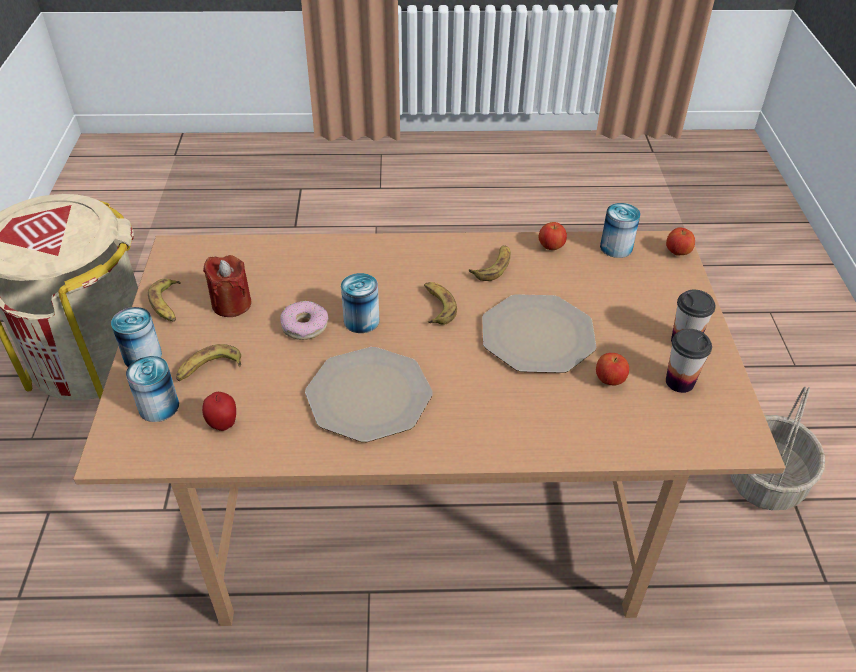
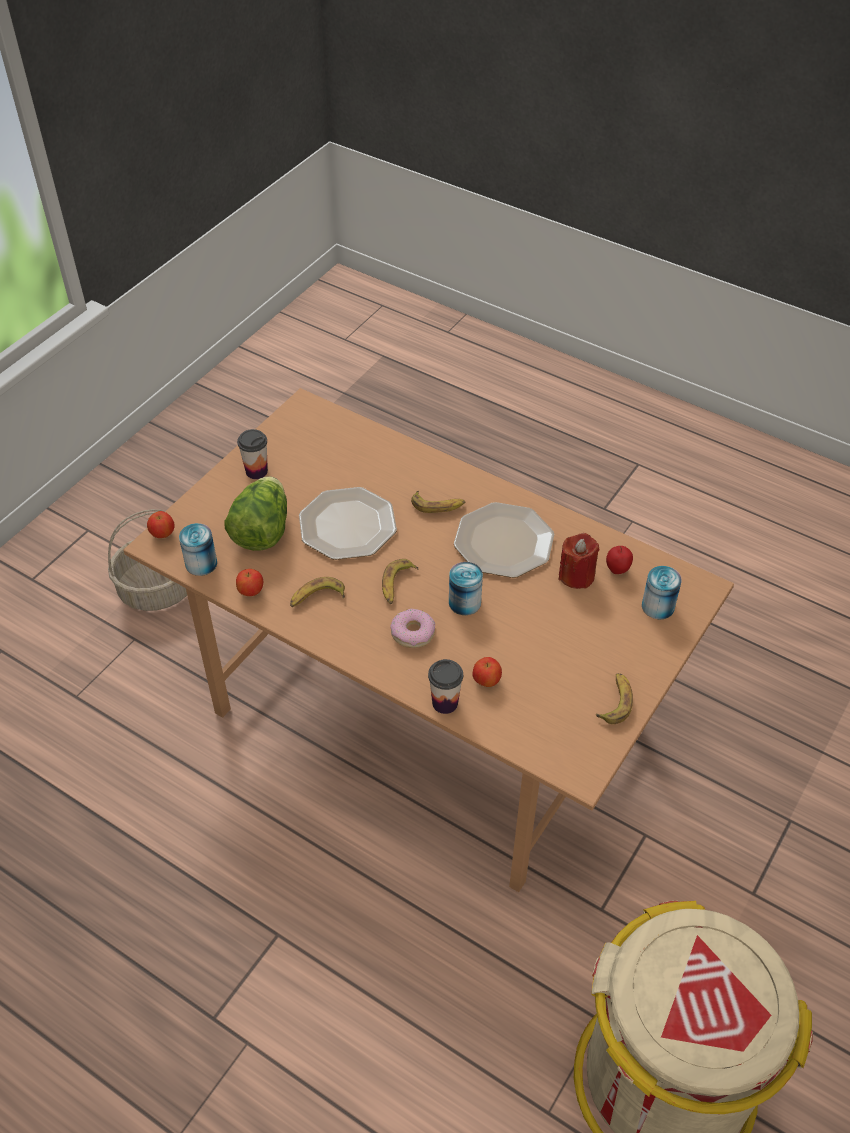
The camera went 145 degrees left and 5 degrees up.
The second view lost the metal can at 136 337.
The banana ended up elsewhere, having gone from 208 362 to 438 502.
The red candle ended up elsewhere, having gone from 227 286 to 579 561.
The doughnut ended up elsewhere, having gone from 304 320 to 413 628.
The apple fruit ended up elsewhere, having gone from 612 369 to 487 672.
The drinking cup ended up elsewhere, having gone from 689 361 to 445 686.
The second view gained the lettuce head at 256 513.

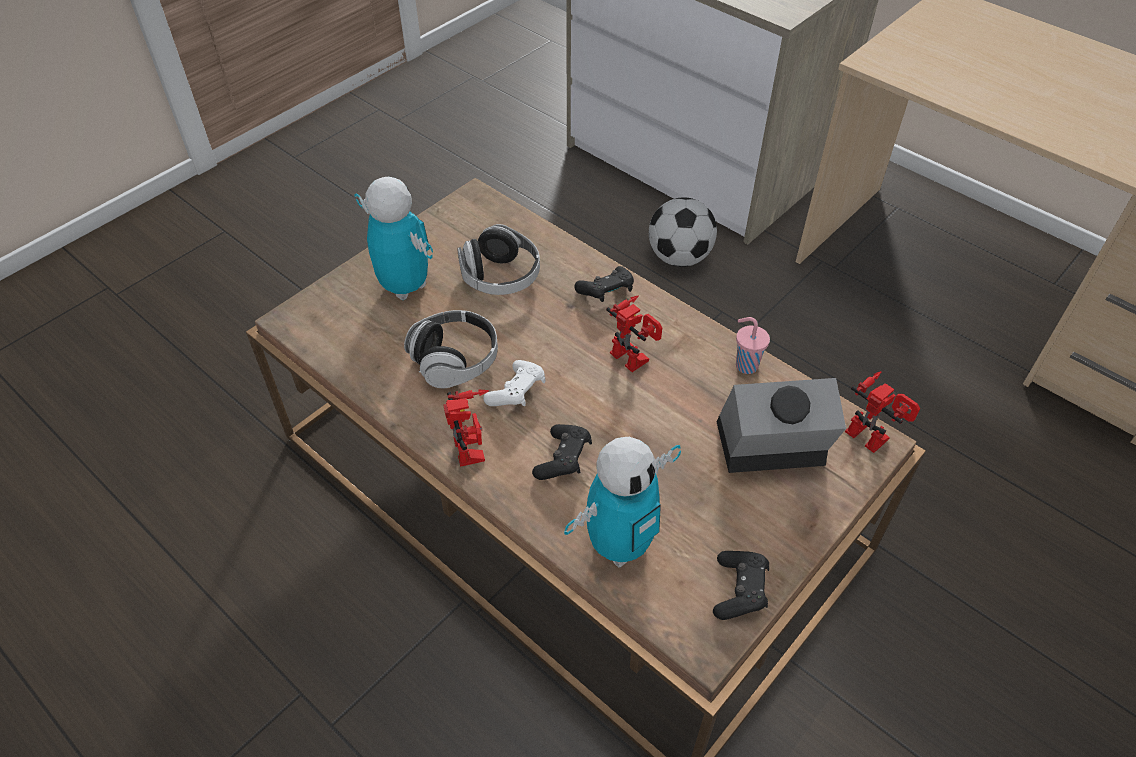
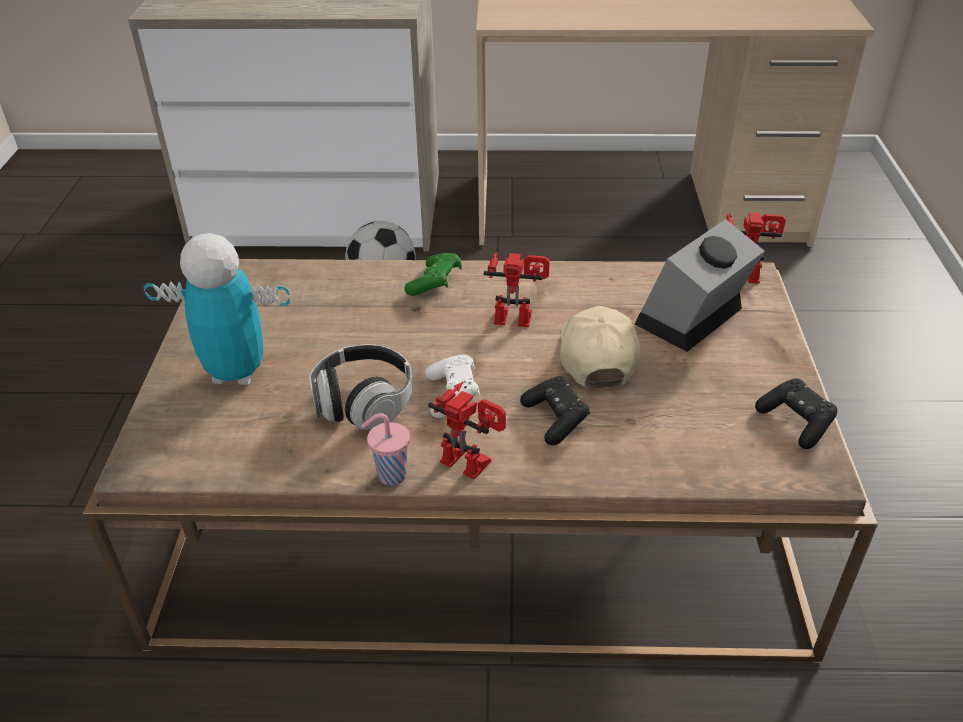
The camera went 40 degrees left and 10 degrees down.
The second view lost the headset at 498 259.
The second view lost the toy robot at 622 502.
What was the black gamepad at 604 284 turned into the green gamepad at 433 274.
The pink-coloured drinking cup ended up elsewhere, having gone from 753 345 to 385 449.
The second view gained the sand-coloured cap at 600 347.

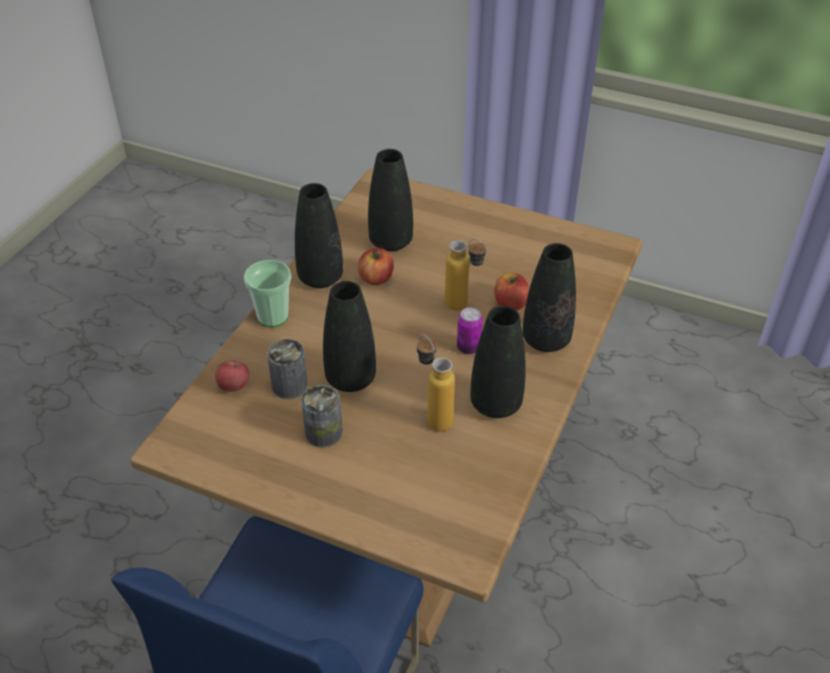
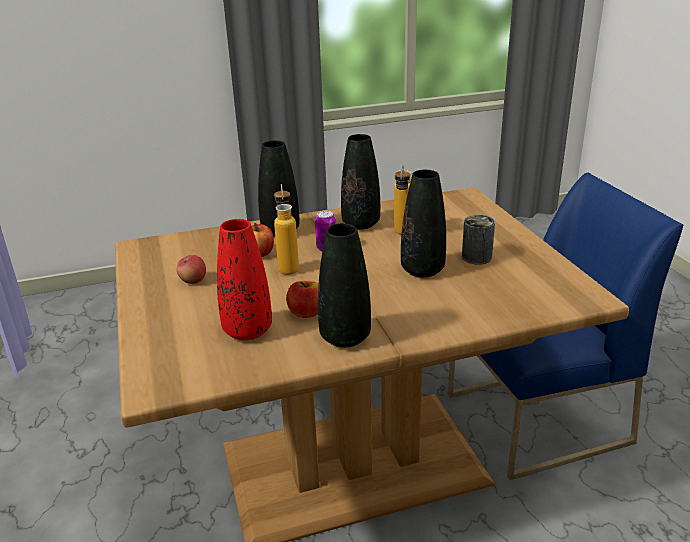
The camera went 130 degrees left and 15 degrees down.
The apple fruit ended up elsewhere, having gone from 232 376 to 191 269.
The second view lost the drinking cup at 267 293.
The second view lost the metal can at 287 369.
What was the black vase at 390 200 turned into the red vase at 244 279.

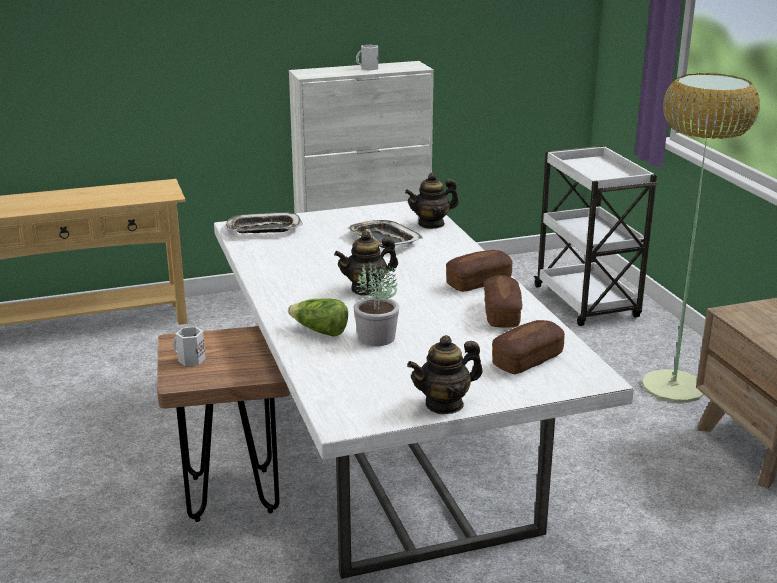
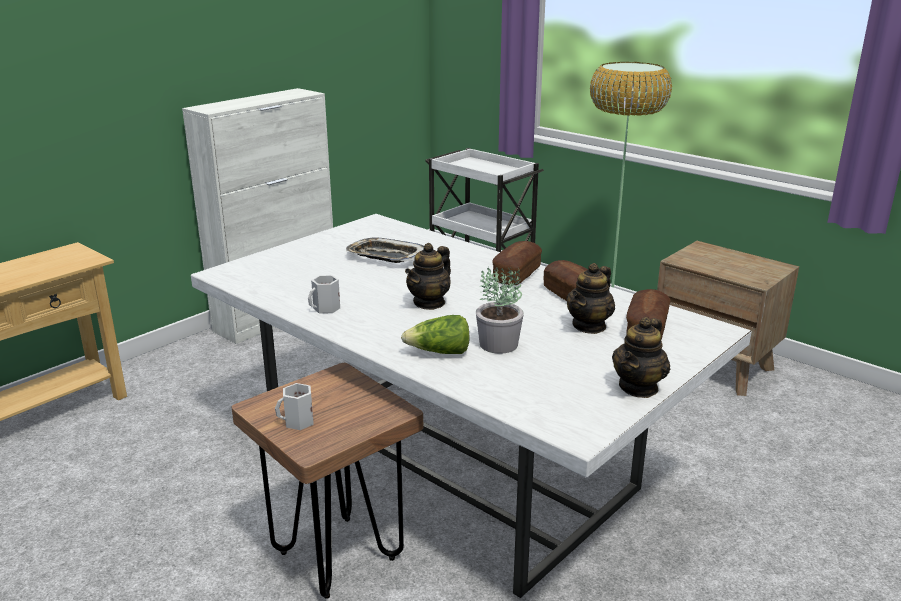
The camera went 30 degrees left and 0 degrees up.
The second view lost the tray at 264 222.
The whitish mug ended up elsewhere, having gone from 367 57 to 324 294.
The teapot ended up elsewhere, having gone from 432 201 to 590 298.

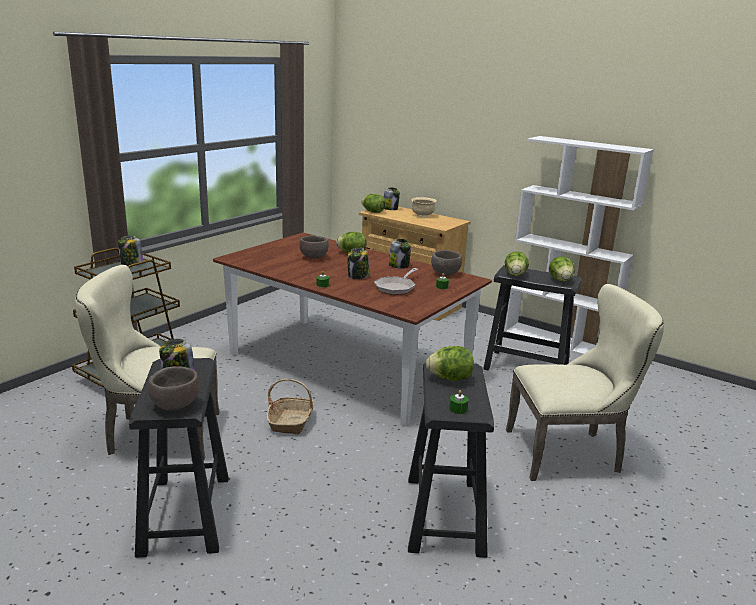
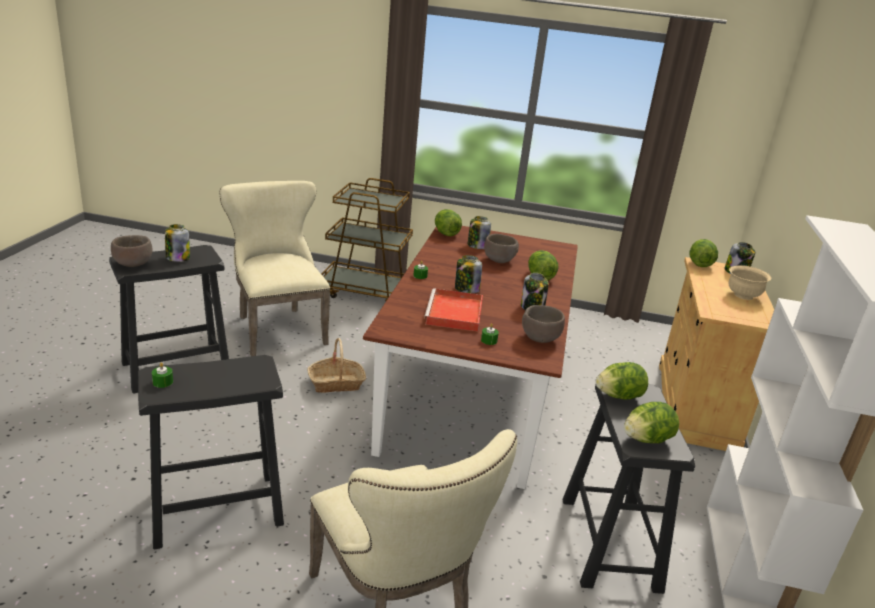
The camera went 65 degrees right and 5 degrees up.
The storage jar ended up elsewhere, having gone from 130 251 to 479 232.
Where the frying pan stood at 396 281, the red tray came to stand at 453 310.
The lettuce head ended up elsewhere, having gone from 450 363 to 448 222.

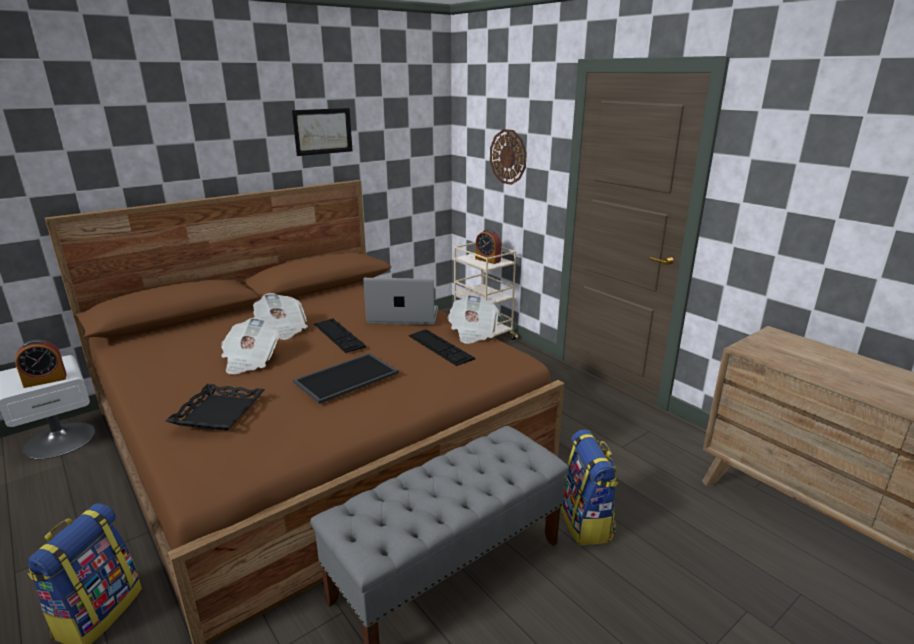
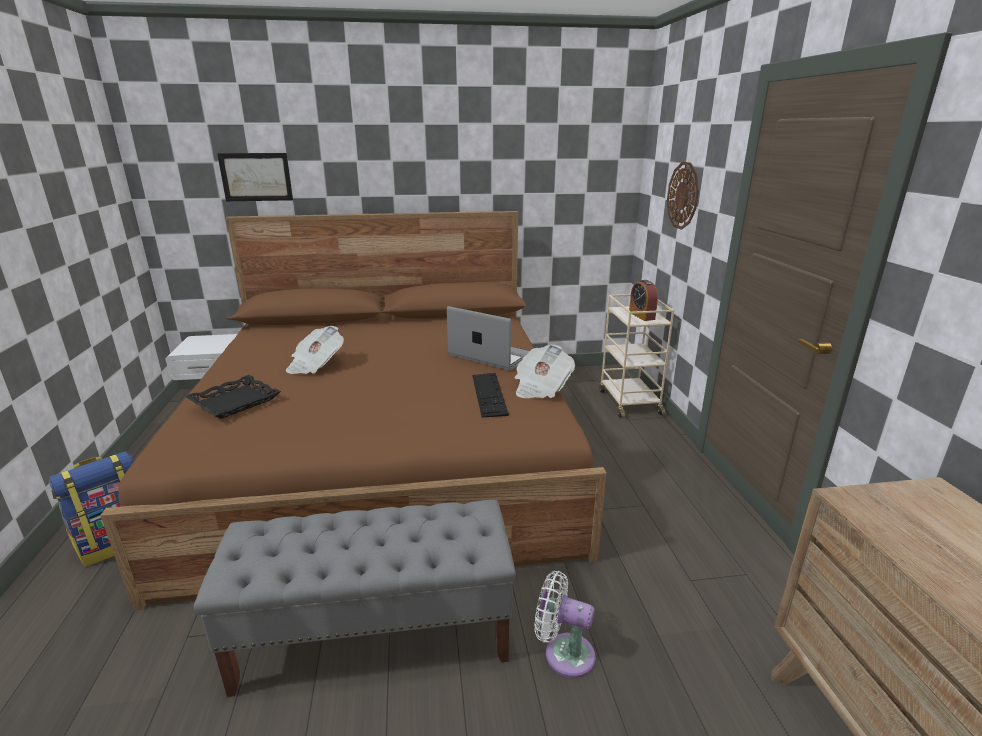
The camera went 30 degrees right and 0 degrees up.
The second view lost the bedside clock at 41 364.
The second view lost the daily paper at 280 316.
The picture ended up elsewhere, having gone from 322 132 to 255 177.
The second view lost the tray at 346 378.
The second view lost the PC keyboard at 340 335.
Where the backpack stood at 590 487, the whitish electric fan came to stand at 564 624.

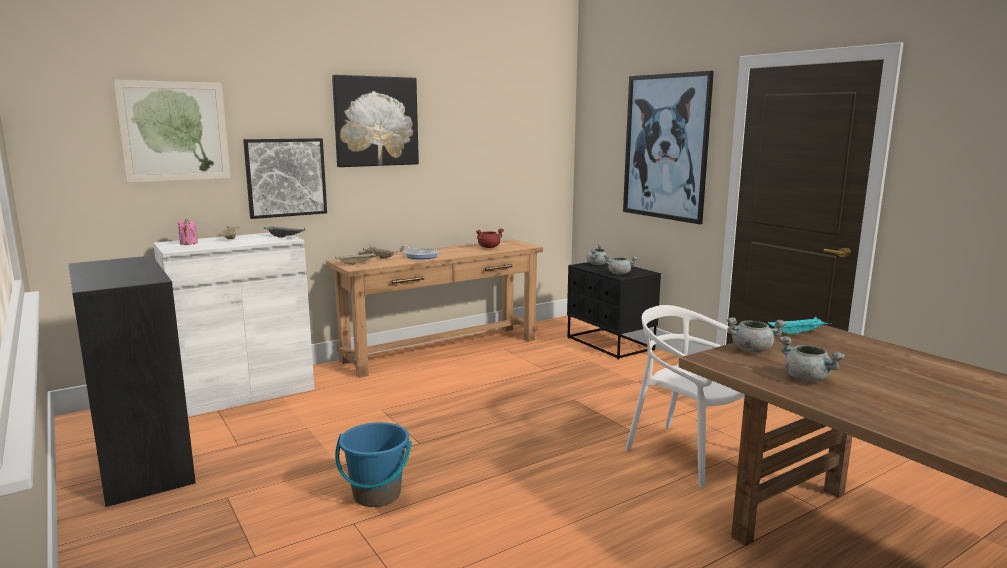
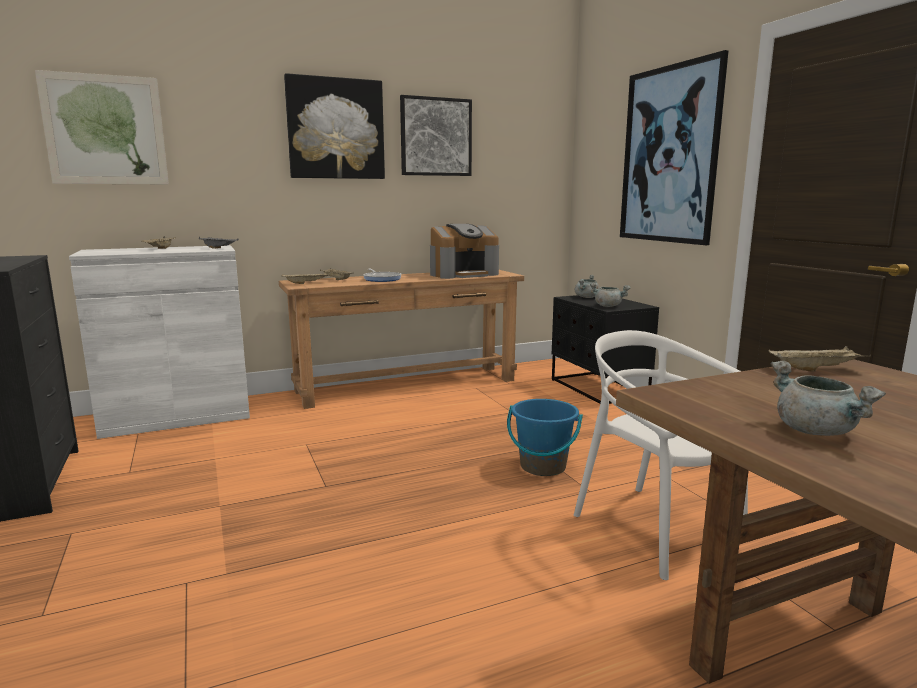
The camera went 10 degrees right and 0 degrees up.
The second view lost the pink-coloured candle at 187 232.
The picture ended up elsewhere, having gone from 285 178 to 436 135.
The blue-coloured bucket ended up elsewhere, having gone from 373 464 to 545 437.
Where the red cooking pot stood at 490 238, the coffee brewer came to stand at 464 251.
The second view lost the gray cooking pot at 756 334.
What was the turquoise tray at 800 326 turned into the sand-coloured tray at 819 359.

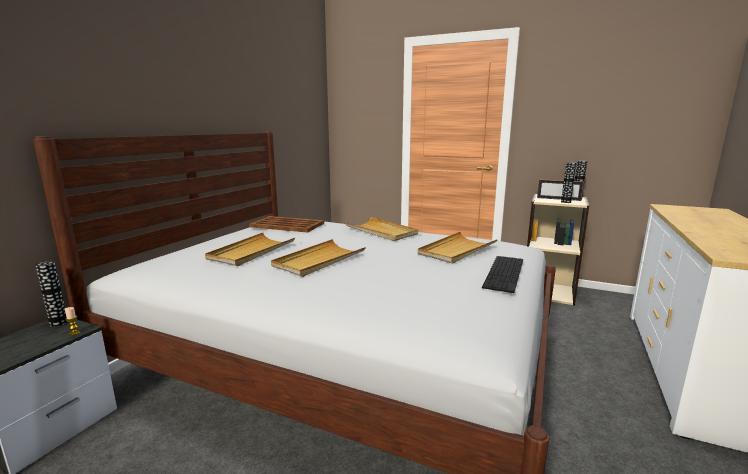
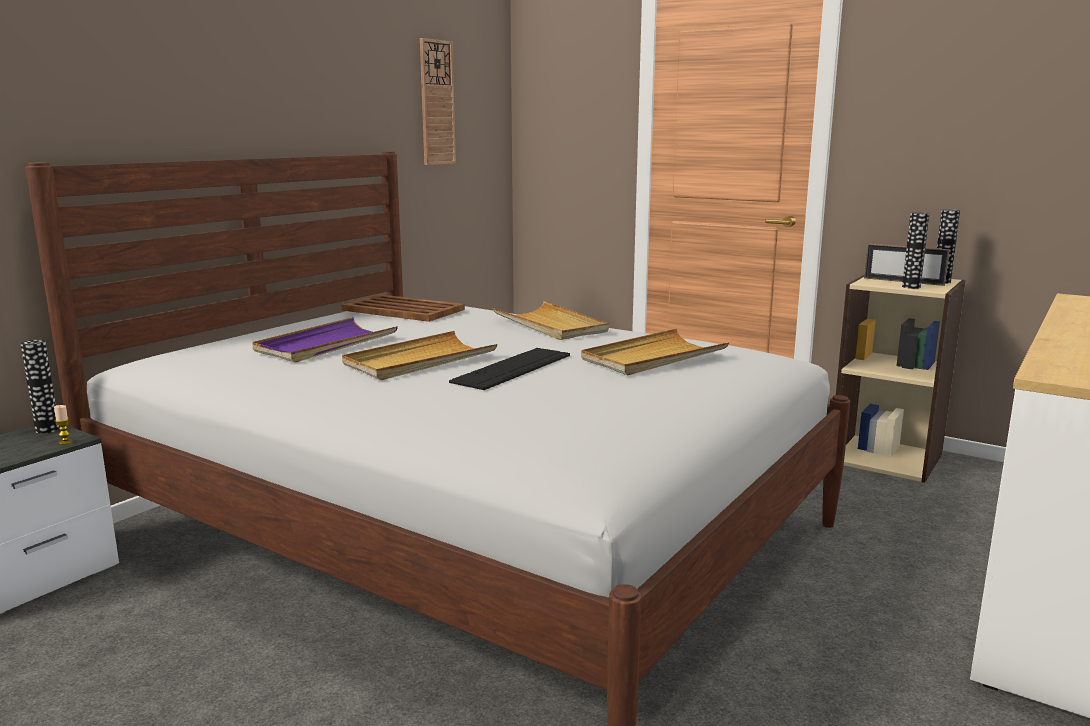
The camera went 10 degrees right and 0 degrees up.
What was the sand-coloured tray at 250 249 turned into the purple-coloured tray at 325 340.
The PC keyboard ended up elsewhere, having gone from 502 274 to 509 369.
The second view gained the hanging clock at 438 101.

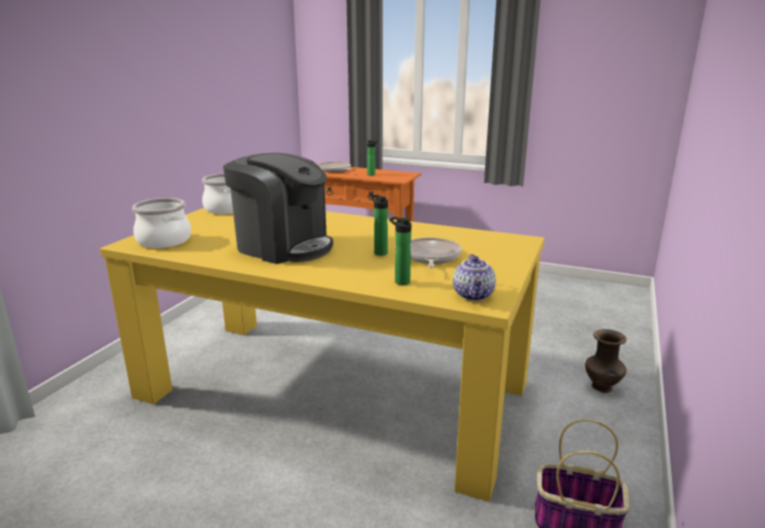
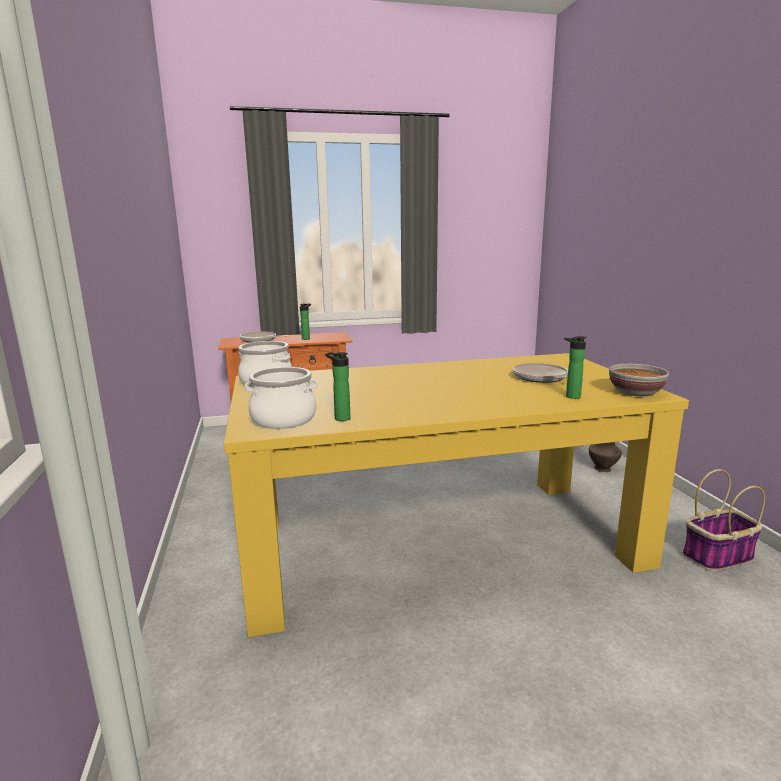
The camera went 35 degrees left and 5 degrees down.
The second view lost the coffee brewer at 278 208.
The beverage bottle ended up elsewhere, having gone from 379 225 to 337 386.
Where the teapot stood at 474 277, the deep dish came to stand at 639 380.

